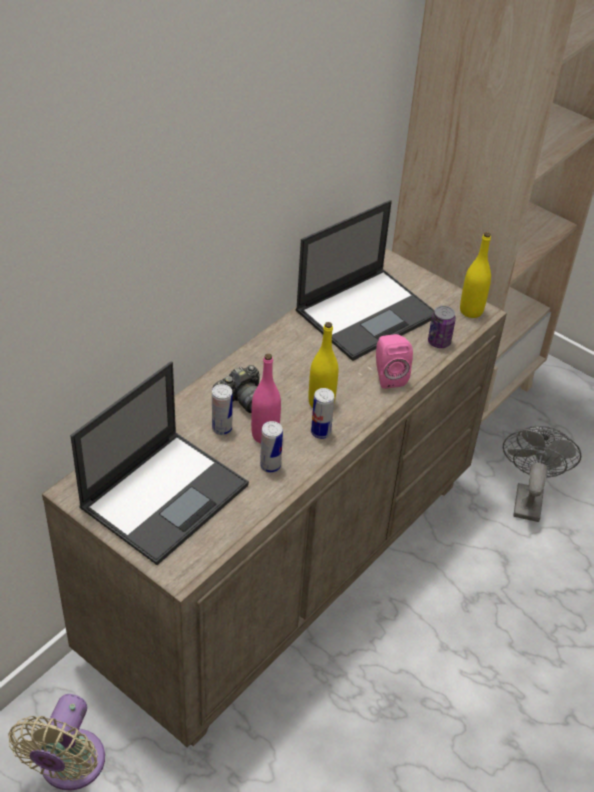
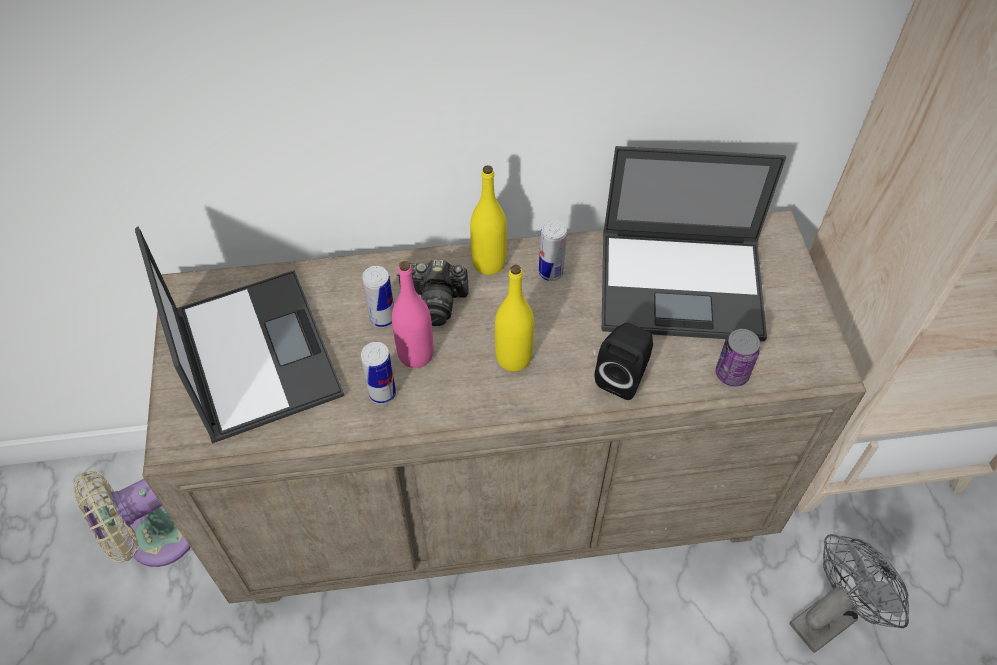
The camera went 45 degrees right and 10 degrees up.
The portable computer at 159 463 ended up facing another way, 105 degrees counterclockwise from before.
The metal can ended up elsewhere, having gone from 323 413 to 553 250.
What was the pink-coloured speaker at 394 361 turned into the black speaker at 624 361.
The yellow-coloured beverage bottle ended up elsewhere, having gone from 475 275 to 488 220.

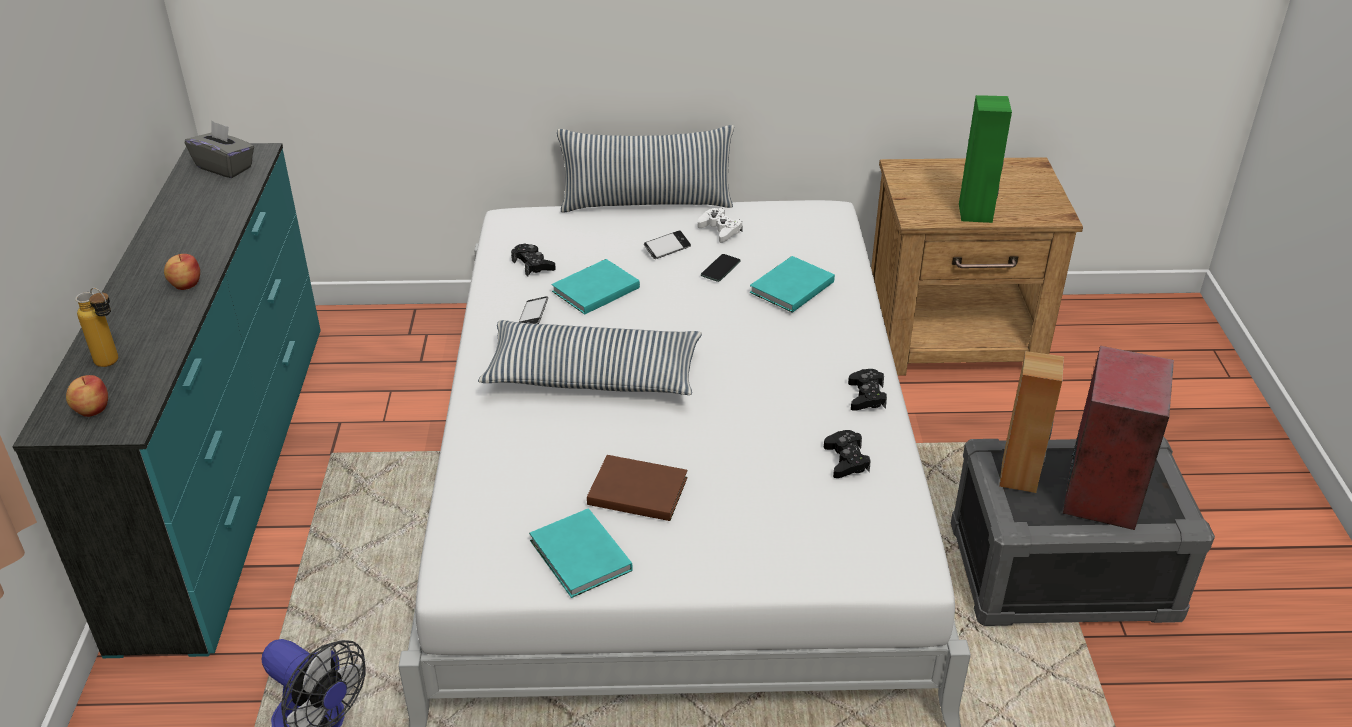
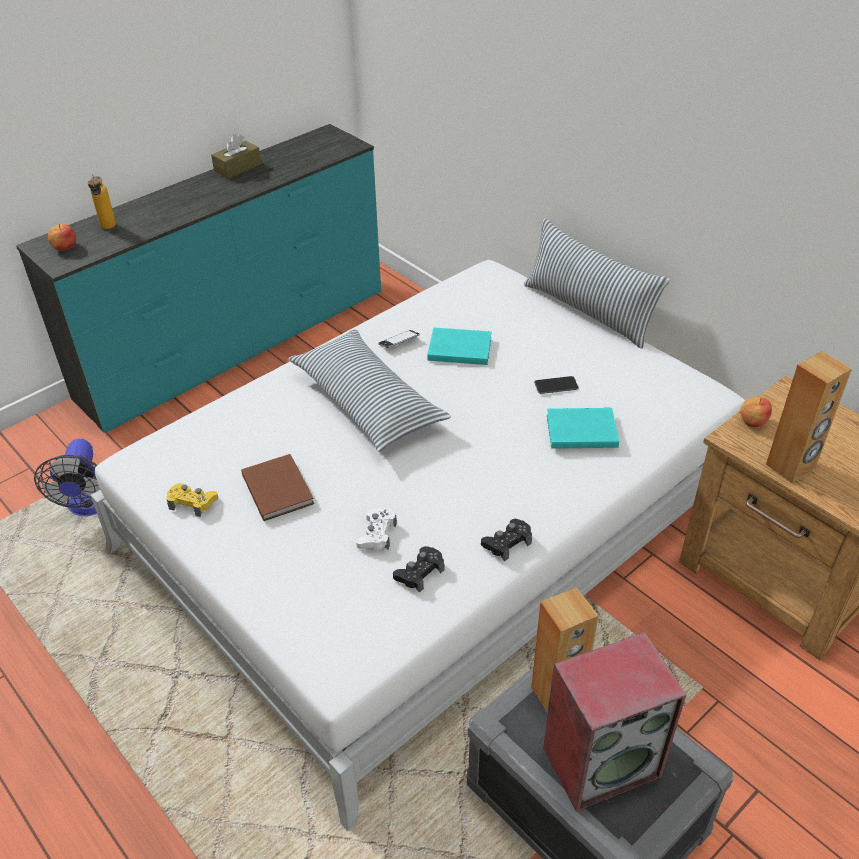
The camera went 50 degrees right and 5 degrees up.
The apple fruit ended up elsewhere, having gone from 182 272 to 756 412.
The second view lost the gray box of tissues at 219 149.
The second view lost the black gamepad at 533 259.
Where the turquoise volume stood at 581 553, the yellow-coloured gamepad came to stand at 192 500.
The second view lost the handset at 667 244.
The whitish gamepad ended up elsewhere, having gone from 720 225 to 376 528.
What was the green speaker at 985 159 turned into the brown speaker at 809 417.
The second view gained the brown box of tissues at 236 156.

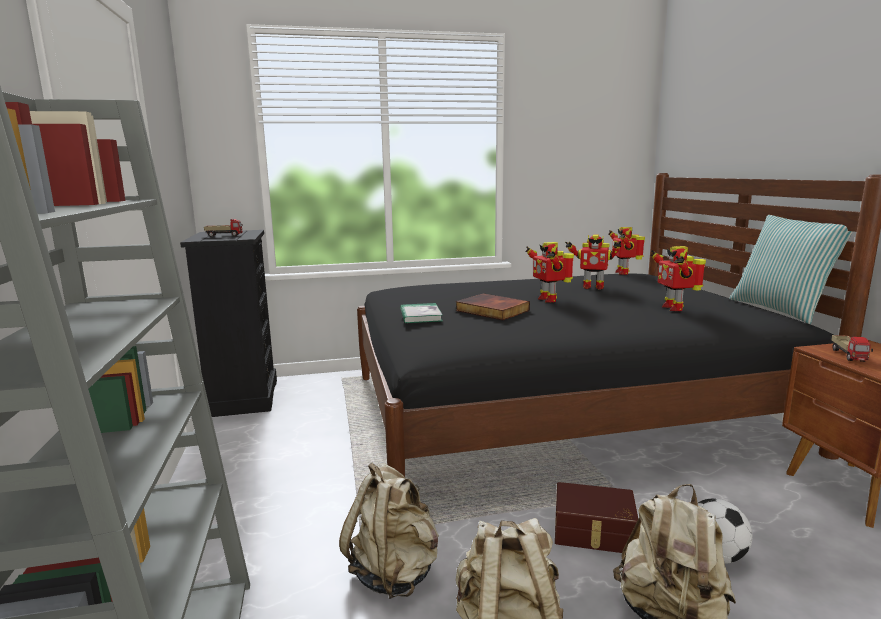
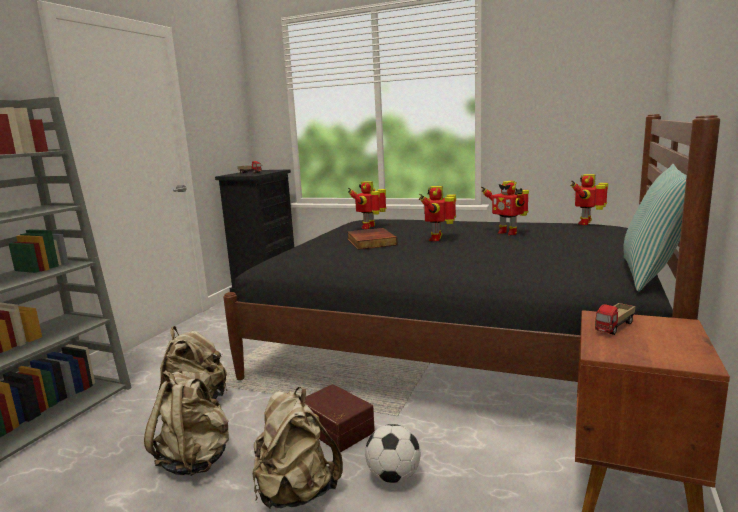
The camera went 35 degrees right and 0 degrees up.
The second view lost the volume at 421 313.
The toy robot ended up elsewhere, having gone from 678 278 to 367 205.

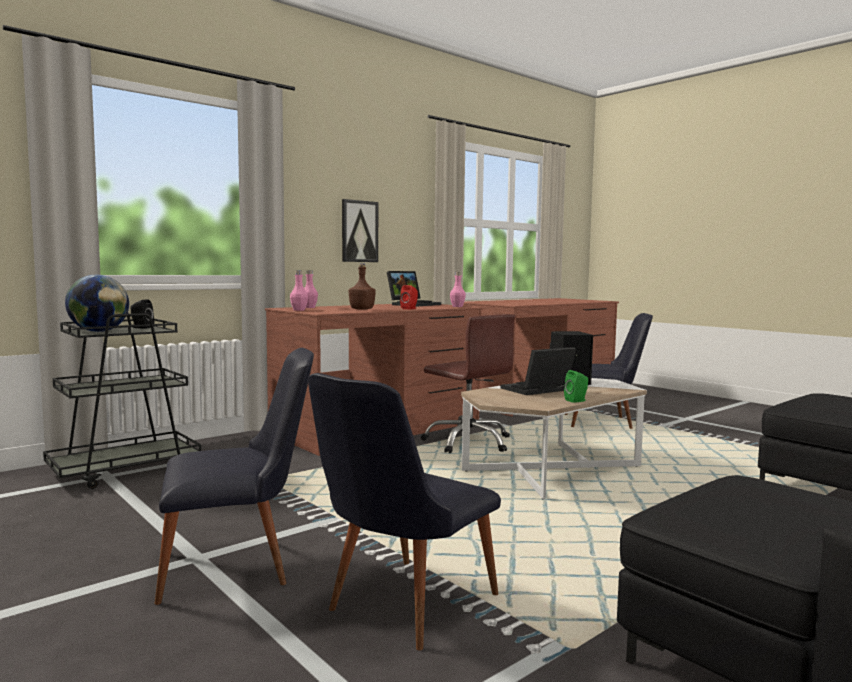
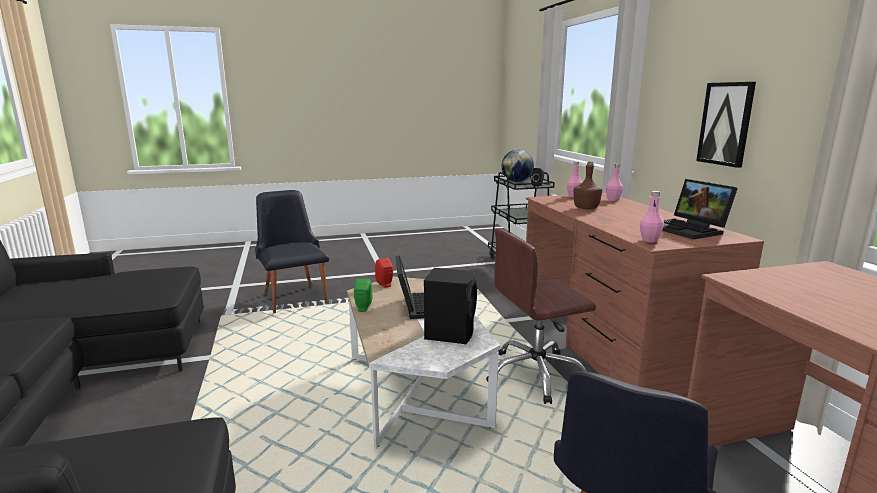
The camera went 115 degrees right and 10 degrees up.
The second view lost the black chair at 234 476.
The red speaker ended up elsewhere, having gone from 409 297 to 384 272.

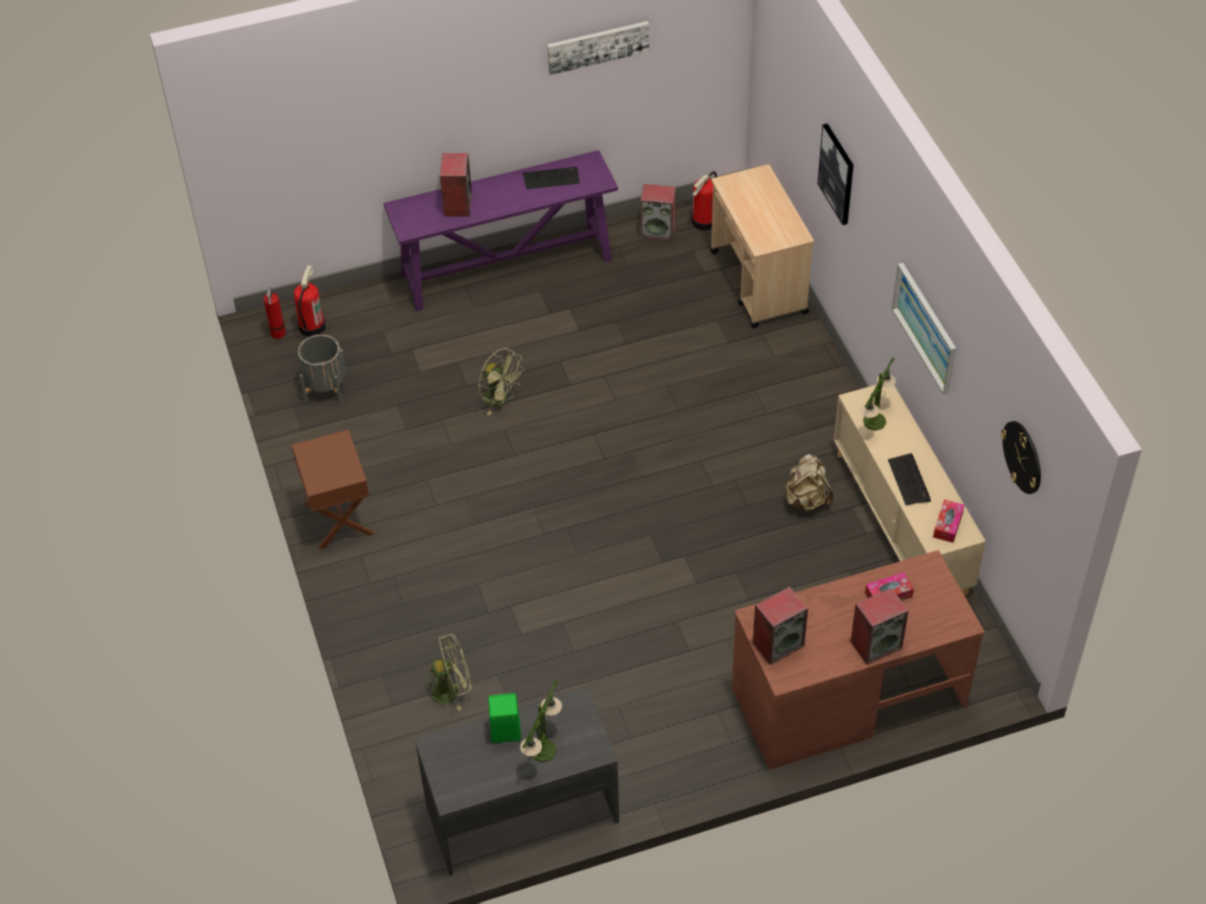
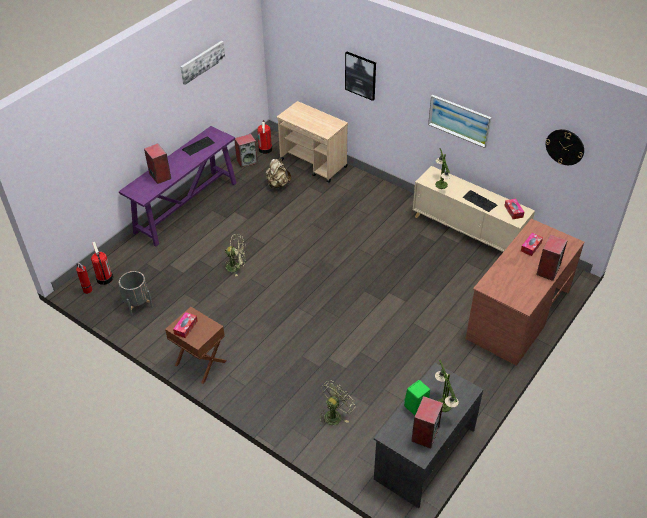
The camera went 35 degrees left and 5 degrees down.
The speaker ended up elsewhere, having gone from 780 626 to 427 422.
The sand-coloured backpack ended up elsewhere, having gone from 808 482 to 278 173.
The second view gained the box of tissues at 185 325.

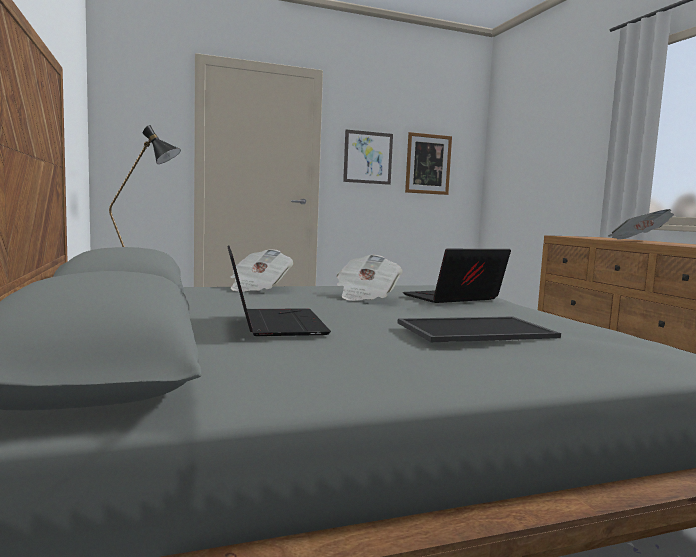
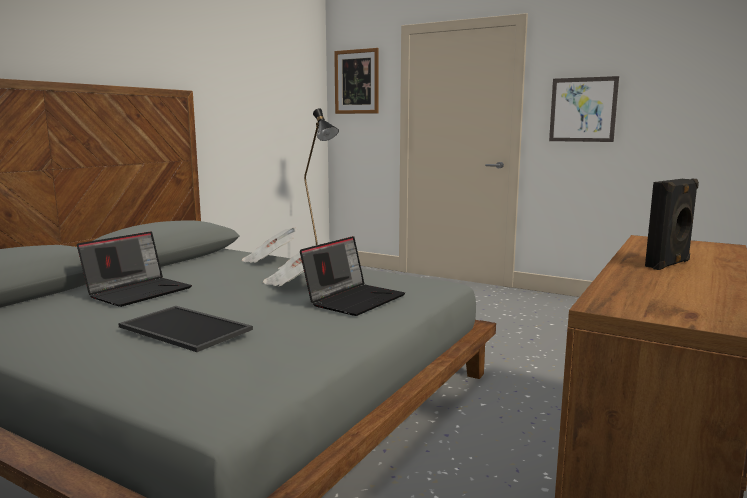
The camera went 50 degrees right and 5 degrees up.
The portable computer at 457 276 ended up facing another way, 105 degrees clockwise from before.
The picture ended up elsewhere, having gone from 428 163 to 356 81.
Where the daily paper stood at 641 224, the black speaker came to stand at 672 224.

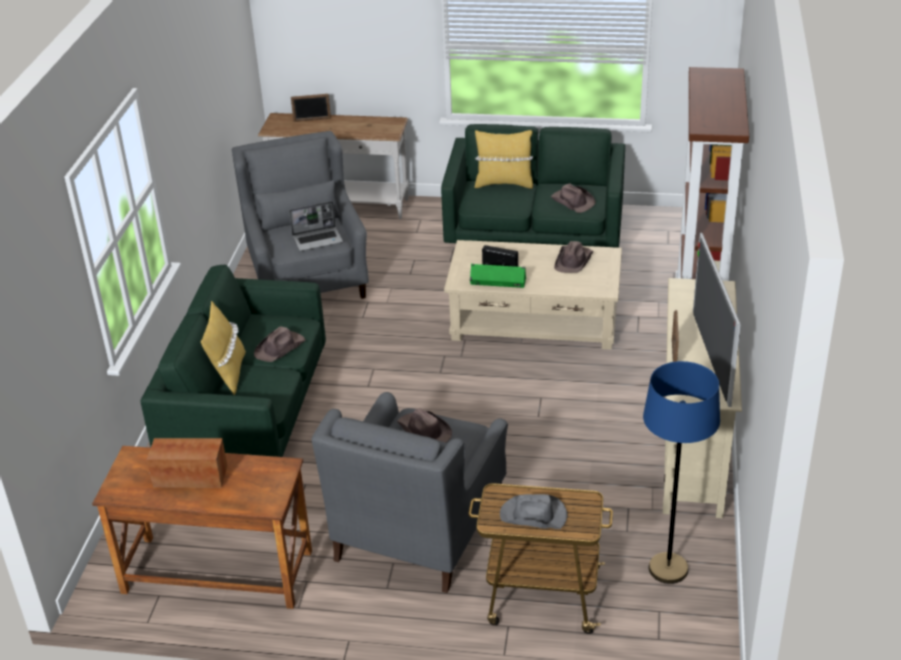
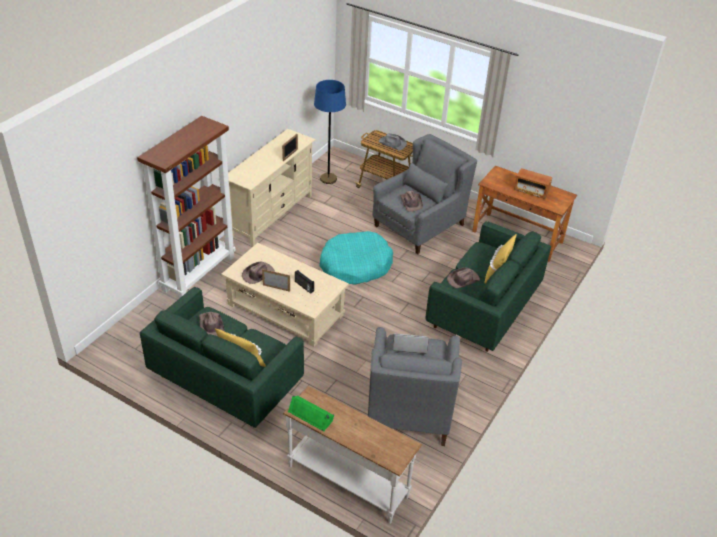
The camera went 160 degrees left and 5 degrees up.
The photo frame ended up elsewhere, having gone from 311 108 to 276 280.
The green speaker ended up elsewhere, having gone from 498 276 to 311 414.
The second view lost the TV set at 717 320.
The second view gained the turquoise dog bed at 356 258.

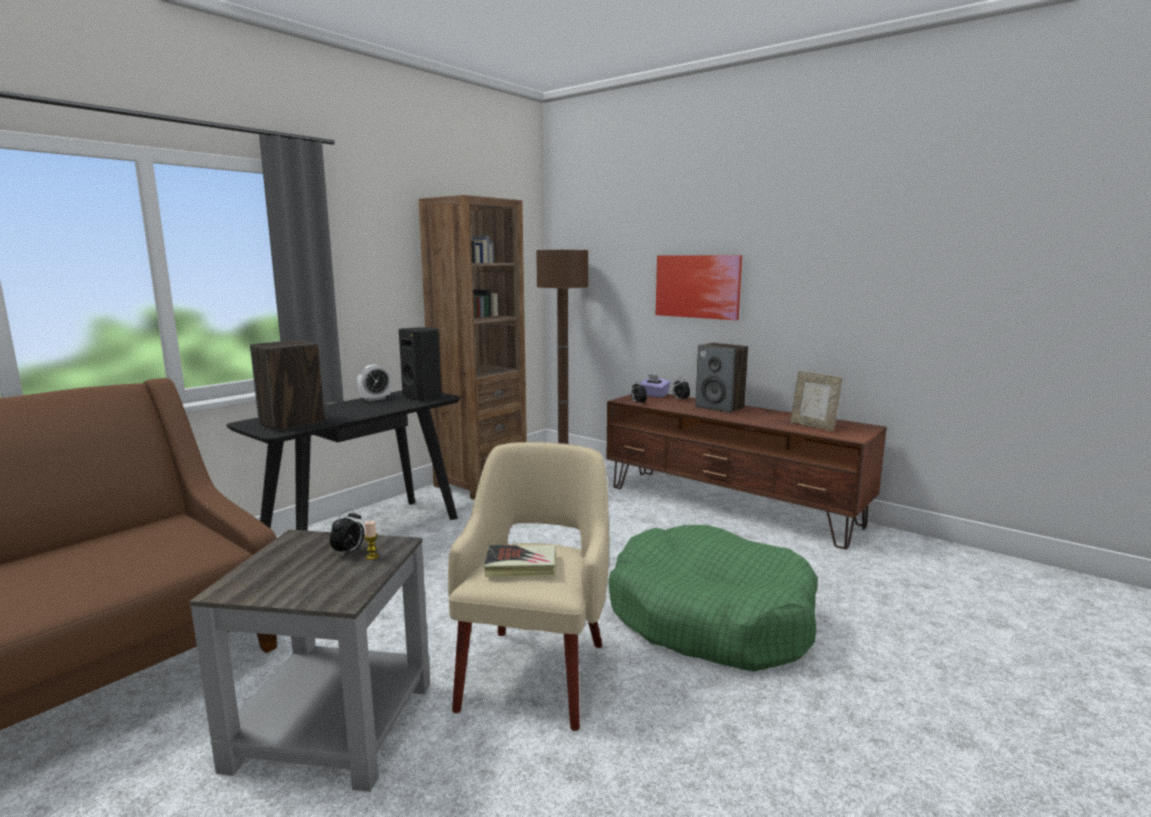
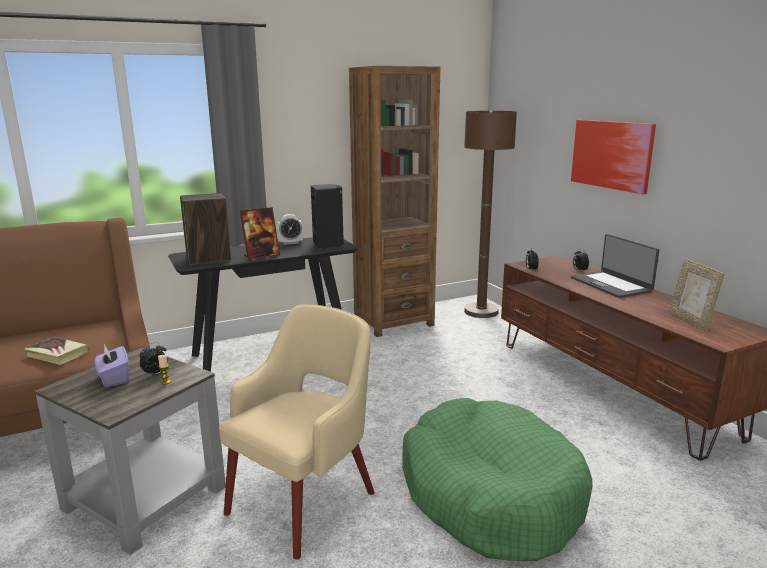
The camera went 25 degrees right and 5 degrees up.
The volume ended up elsewhere, having gone from 520 561 to 56 351.
The purple-coloured box of tissues ended up elsewhere, having gone from 654 386 to 112 365.
Where the speaker stood at 721 378, the portable computer came to stand at 615 266.
The second view gained the photo frame at 260 233.

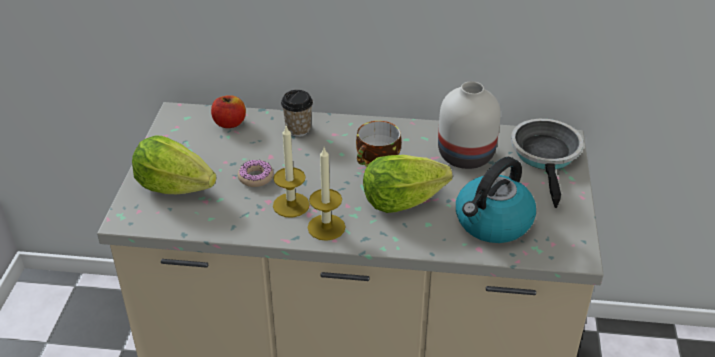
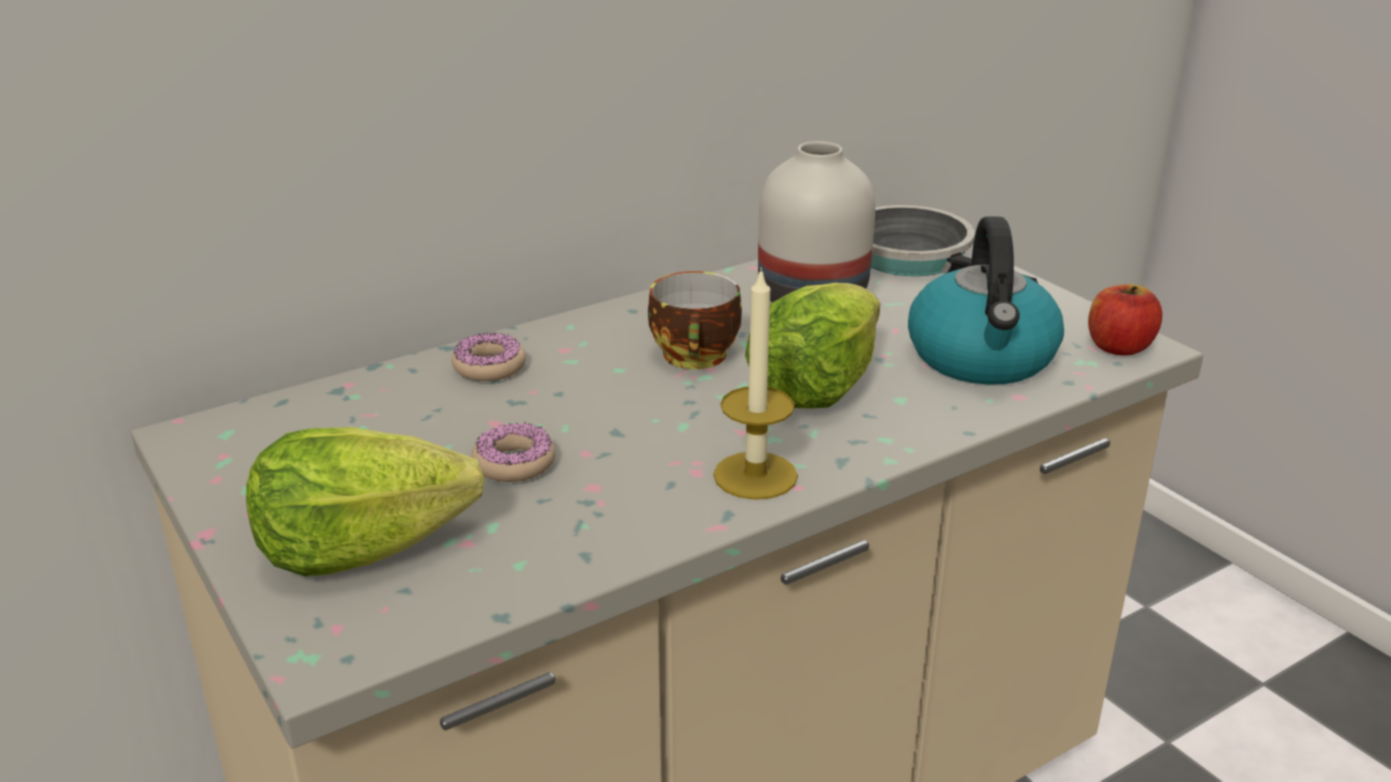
The camera went 40 degrees left and 10 degrees down.
The apple fruit ended up elsewhere, having gone from 228 111 to 1125 320.
The second view lost the candle at 291 172.
Where the drinking cup stood at 297 113, the doughnut came to stand at 489 356.

